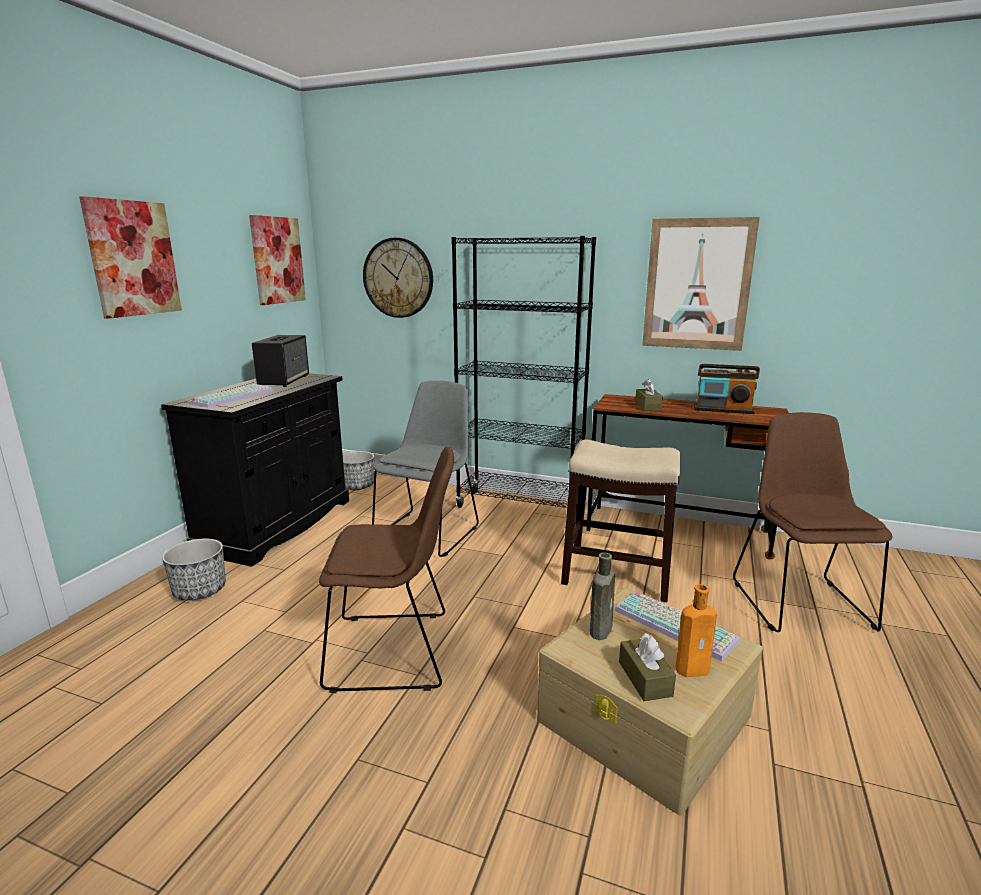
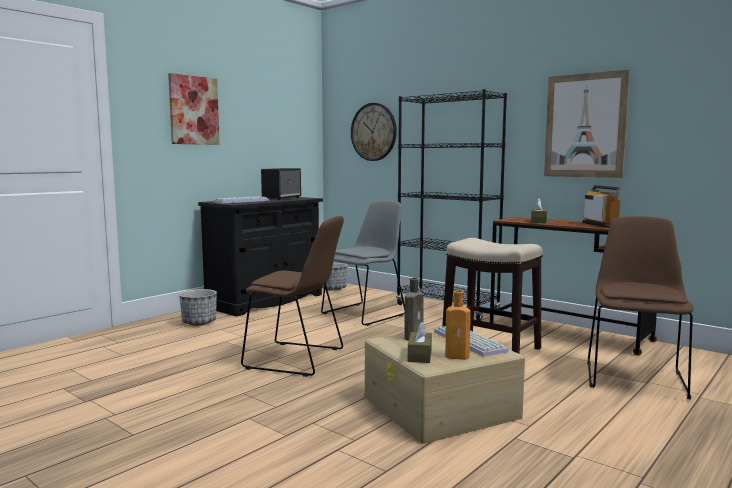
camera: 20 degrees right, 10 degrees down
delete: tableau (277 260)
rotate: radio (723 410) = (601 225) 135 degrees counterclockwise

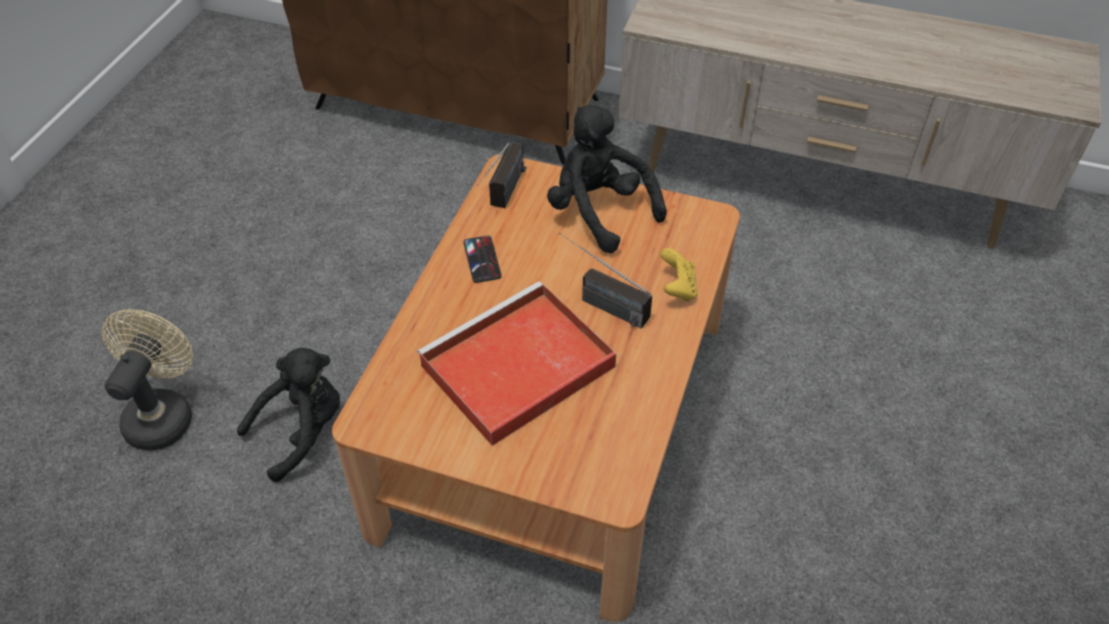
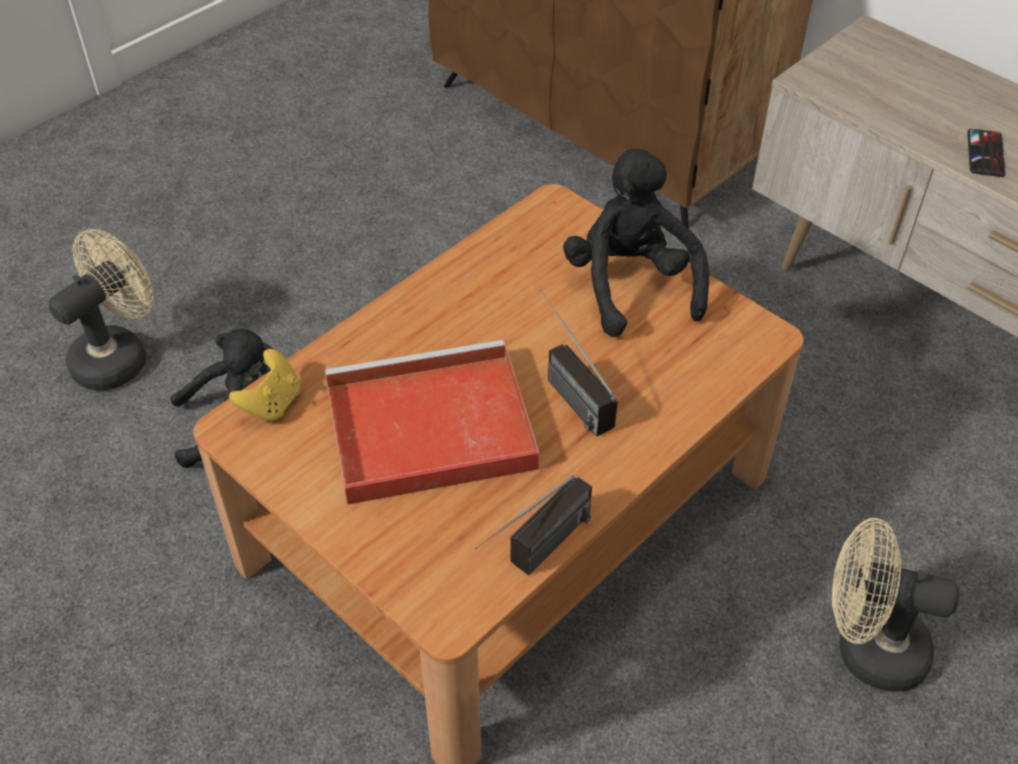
camera: 25 degrees right, 0 degrees up
insert: ventilateur (beige) (866 648)
move: radio (504 198) to (535 556); téléphone (482 259) to (985 153); manette (jaune) (677 289) to (272 403)

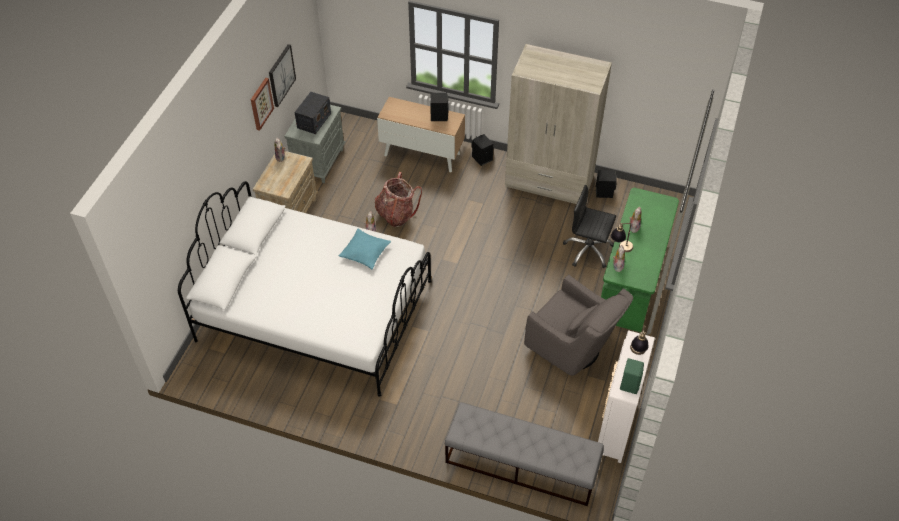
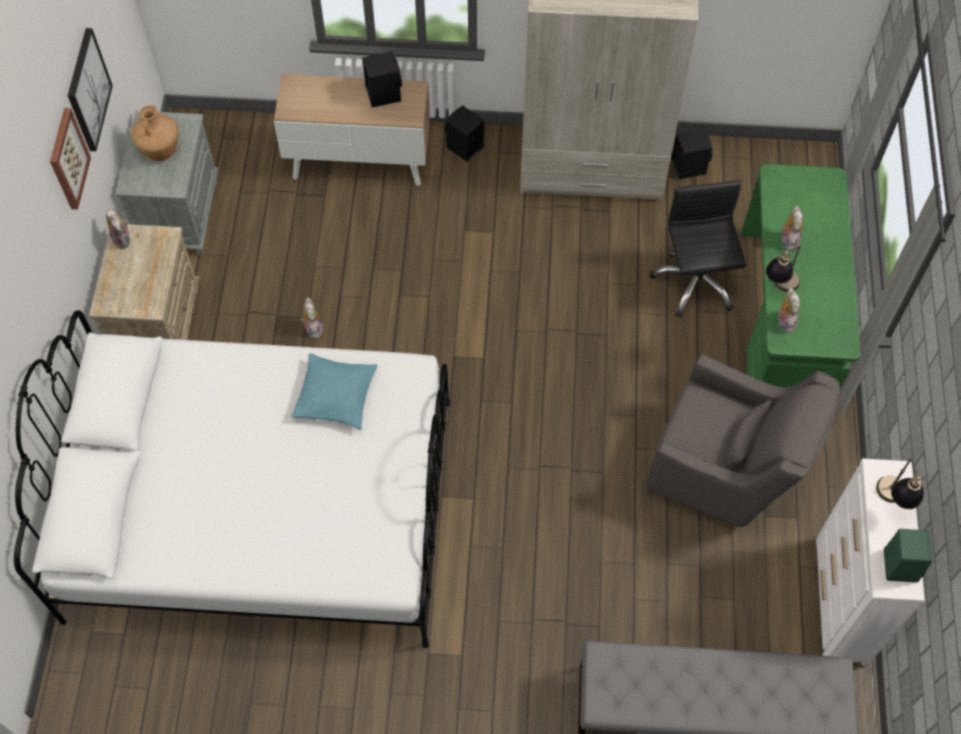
camera: 15 degrees left, 10 degrees up
delete: sac à dos (396 214)
replace: radio (314 120) to vase (marron) (161 152)
rotate: chaise de bureau (noir) (588 250) = (695 282) 75 degrees clockwise

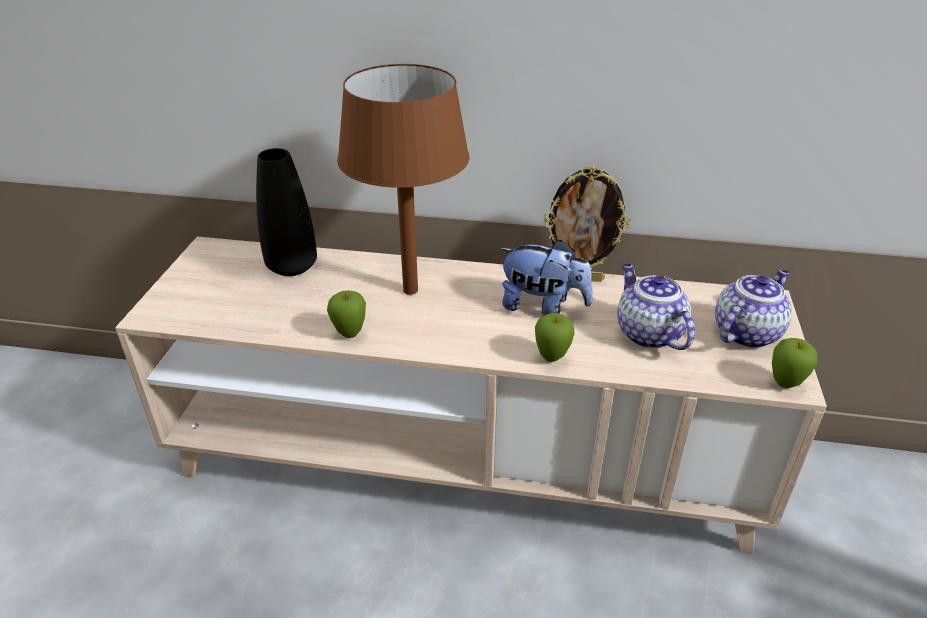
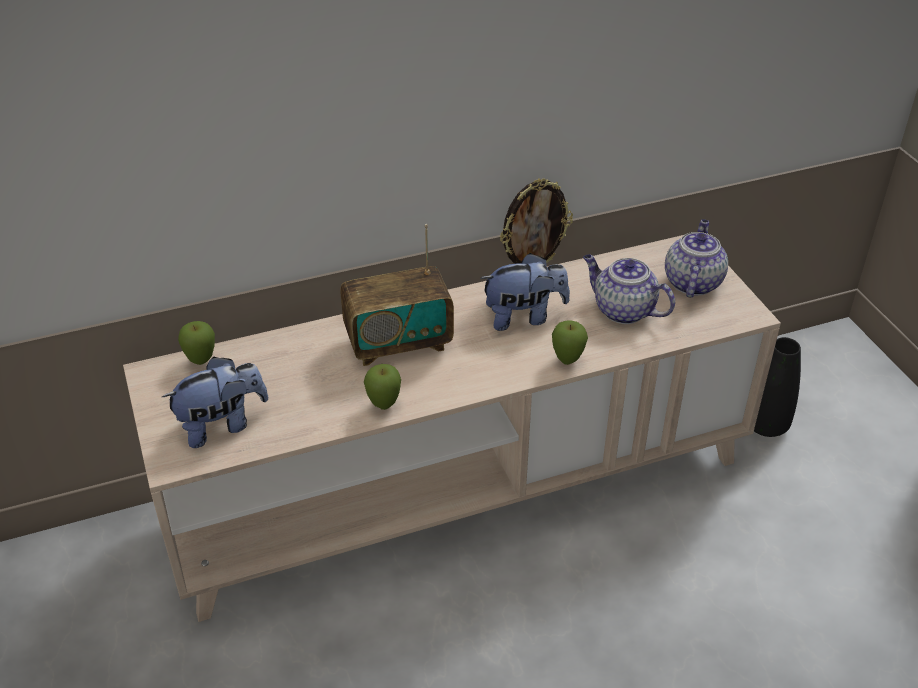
camera: 30 degrees left, 5 degrees up
insert: peluche (222 425)
move: vase (noir) (292 266) to (766 425); pomme (785 384) to (201 361)
replace: lampe de table (marron) (411 290) to radio (398 343)

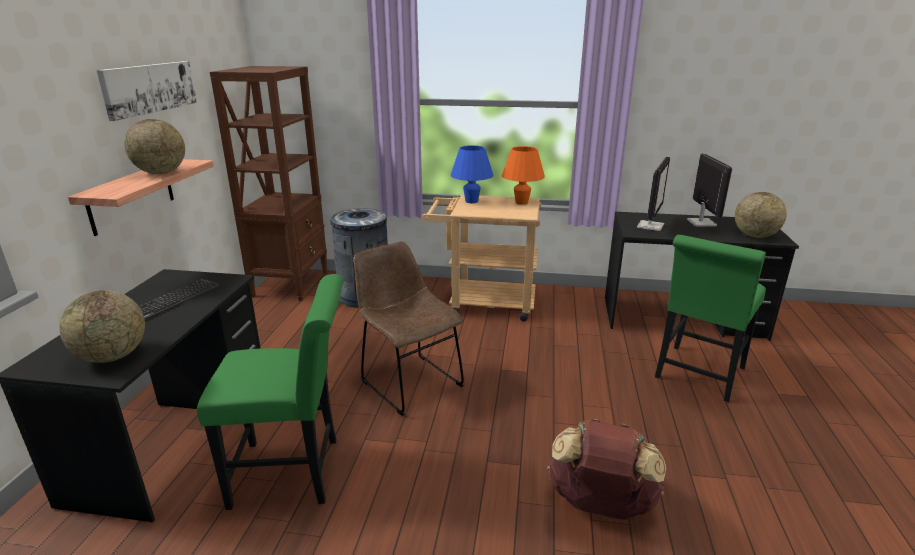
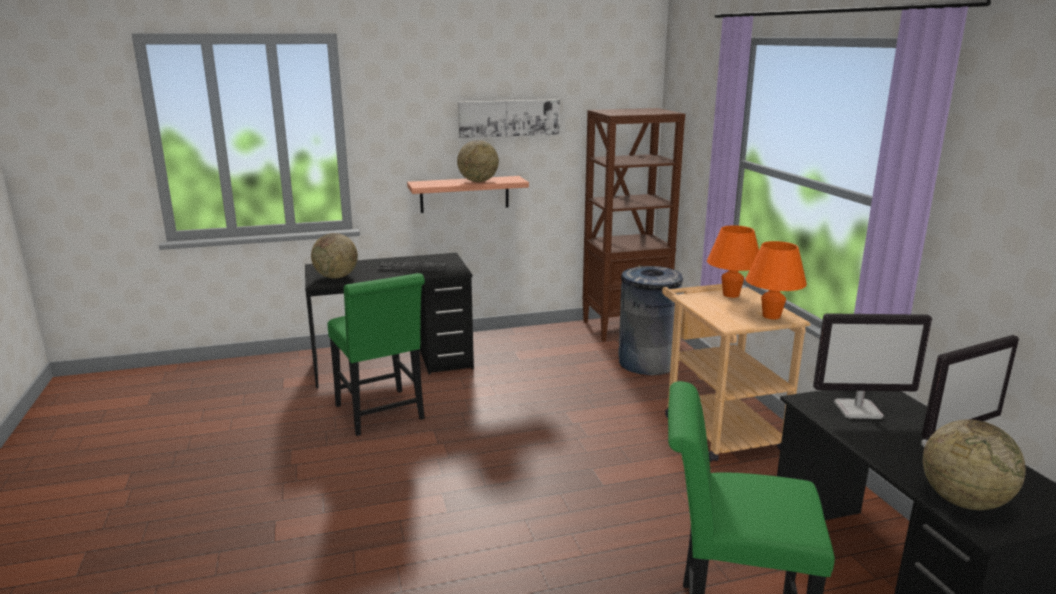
camera: 65 degrees right, 5 degrees down
delete: chaise (marron) (408 381); sac à dos (marron) (600 505)
recolor: lampe de table (bleu) (471 201) to lampe de table (orange) (731 295)

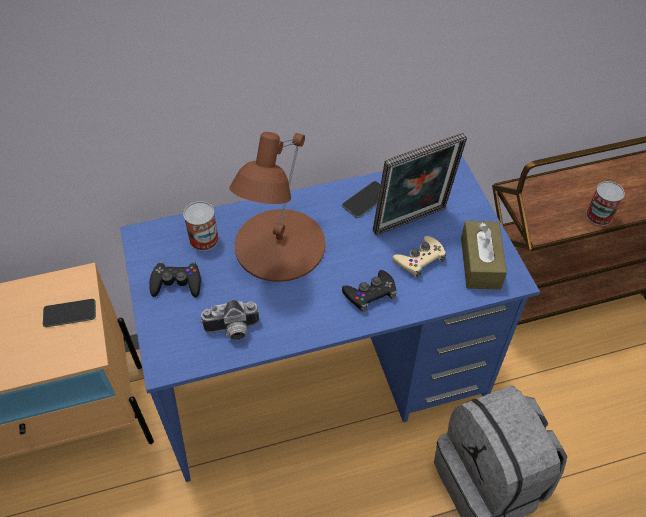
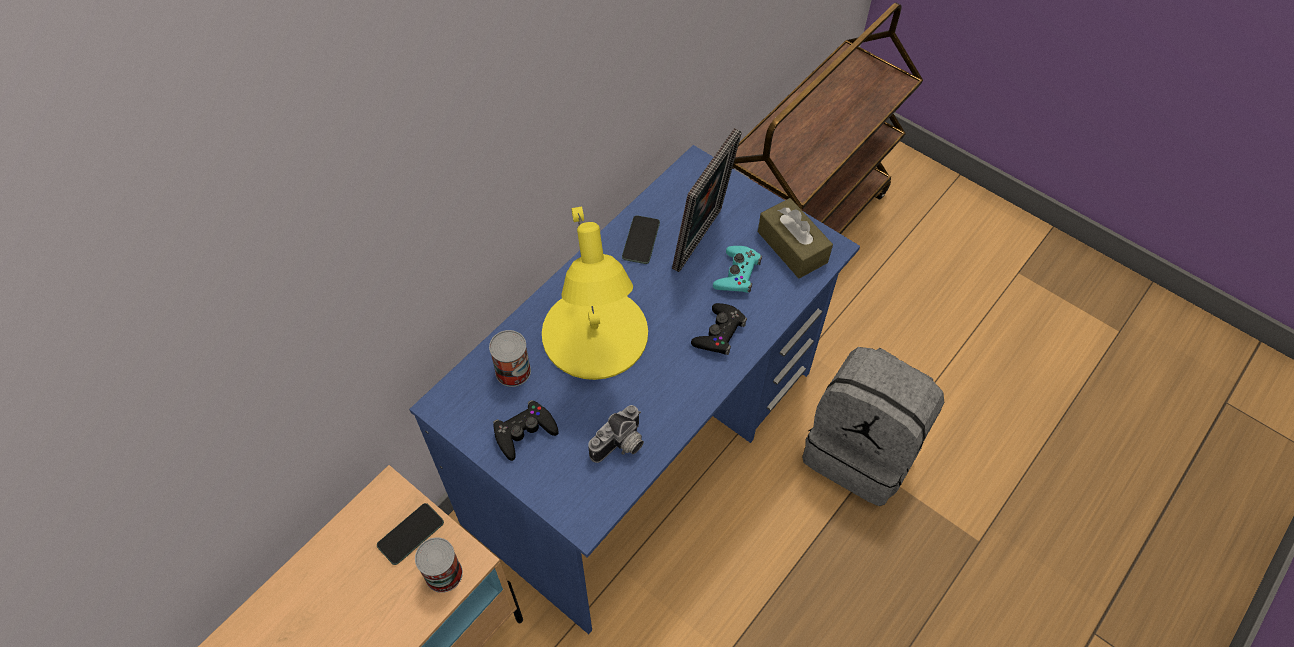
camera: 35 degrees left, 5 degrees up
move: boîte métallique (599 215) to (443 574)
recolor: lampe de table (marron) (278 246) to lampe de table (jaune) (594 335); manette (beige) (419 260) to manette (turquoise) (737 274)

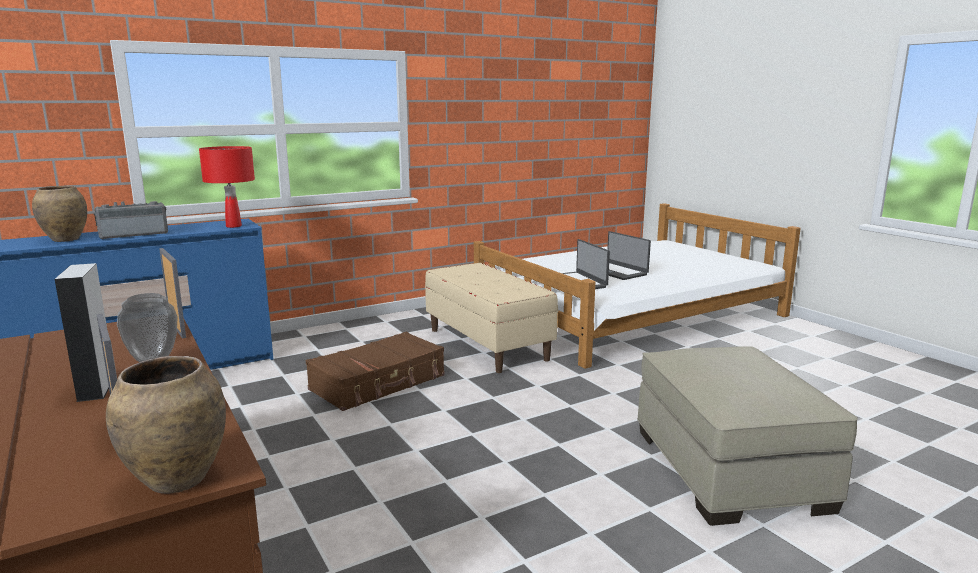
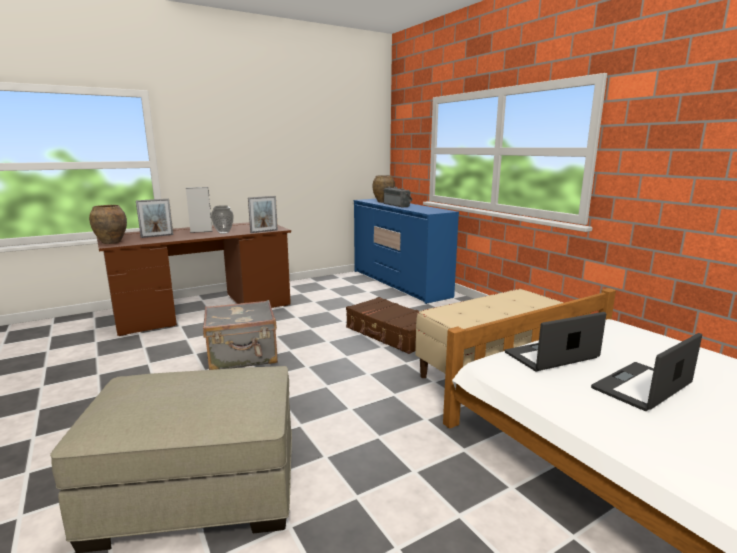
camera: 90 degrees right, 0 degrees up
delete: lampe de table (rouge) (233 226)
insert: valise (gris) (243 356)

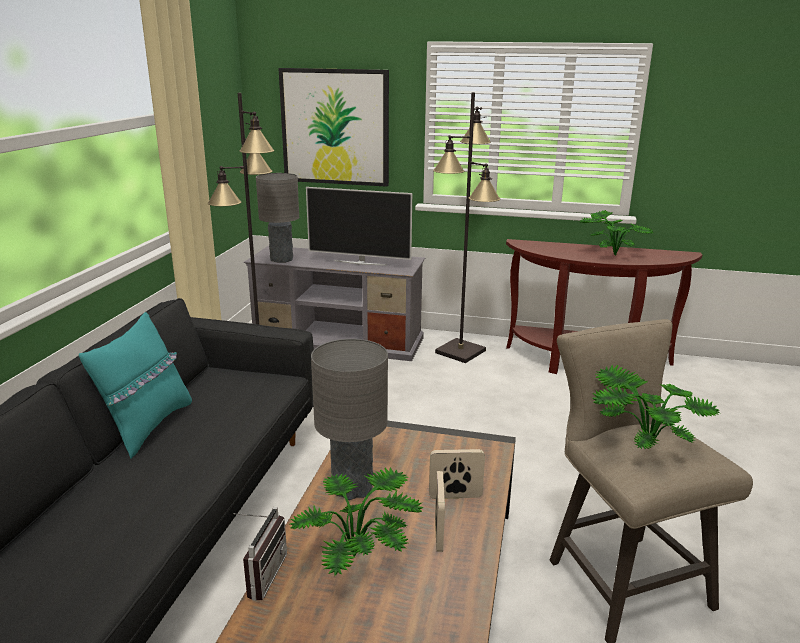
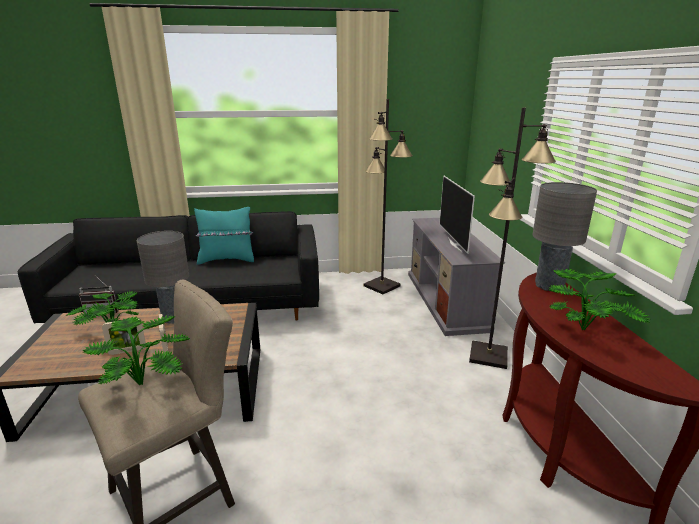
camera: 70 degrees right, 0 degrees up
delete: tableau (335 127)
move: lampe de table (gris) (281 259) to (549 286)

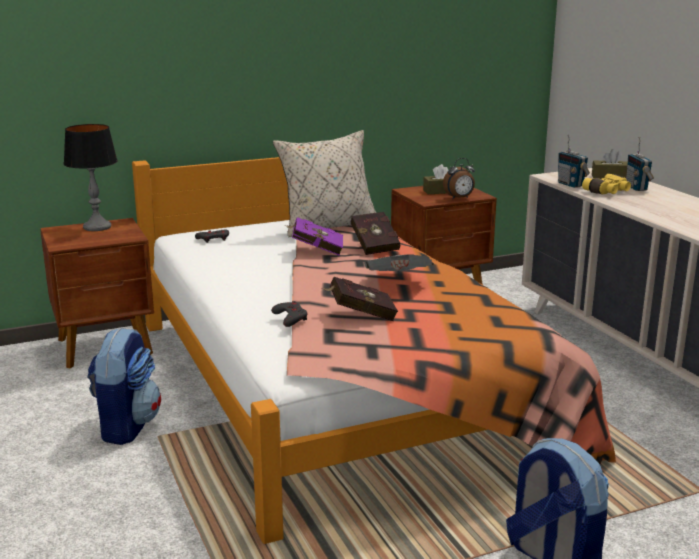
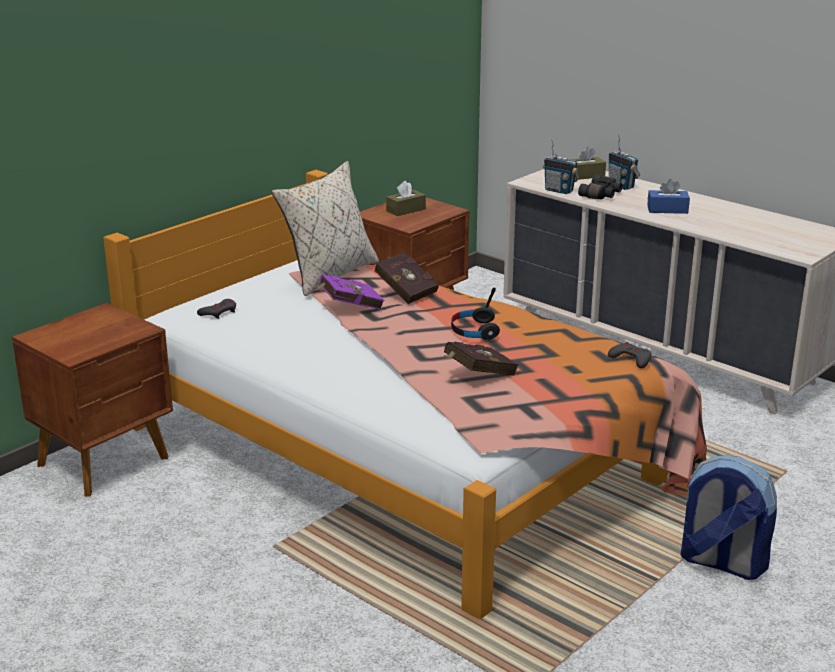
camera: 25 degrees left, 5 degrees up
delete: lampe de table (97 227); réveil (459 198); sac à dos (126 426)
insert: boîte à mouchoirs (bleu) (667 209)
move: manette (gris) (290 318) to (631 359)
replace: journal (397 282) to casque audio (noir) (474 331)
recolor: jumelles (jaune) (608 192) to jumelles (noir) (601 195)

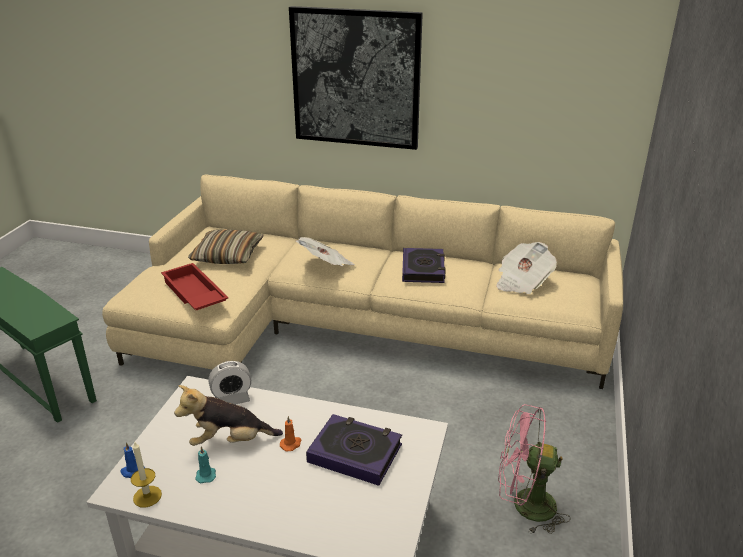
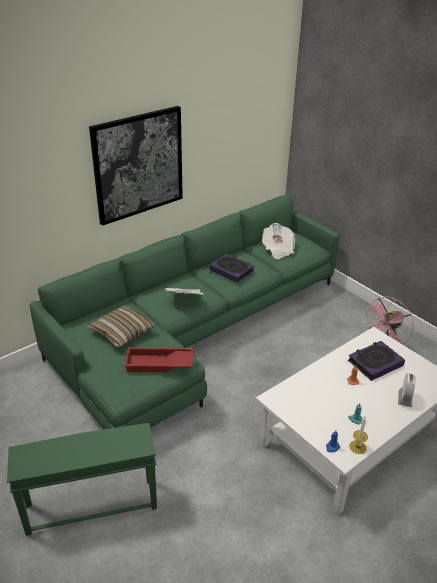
camera: 55 degrees left, 5 degrees up
delete: peluche (230 441)
move: réveil (232 399) to (405 399)
recolor: canapé (beige) (353 326) to canapé (vert) (192 332)

